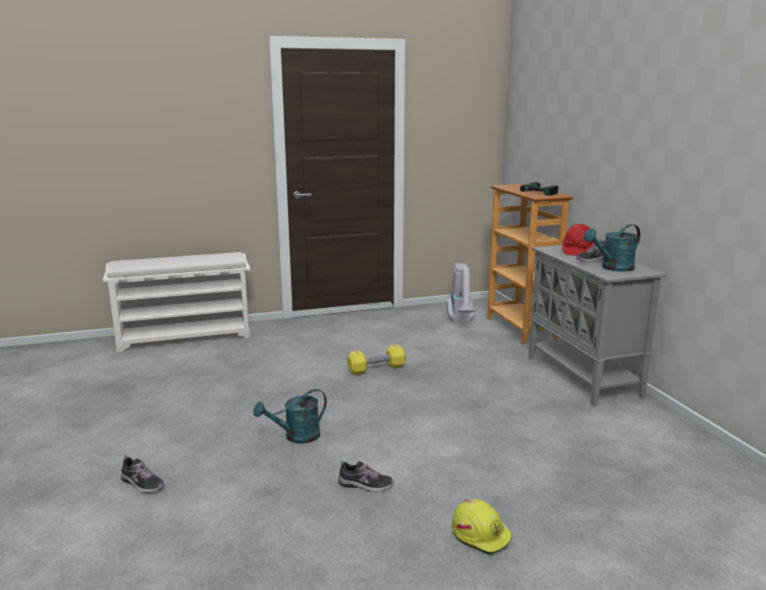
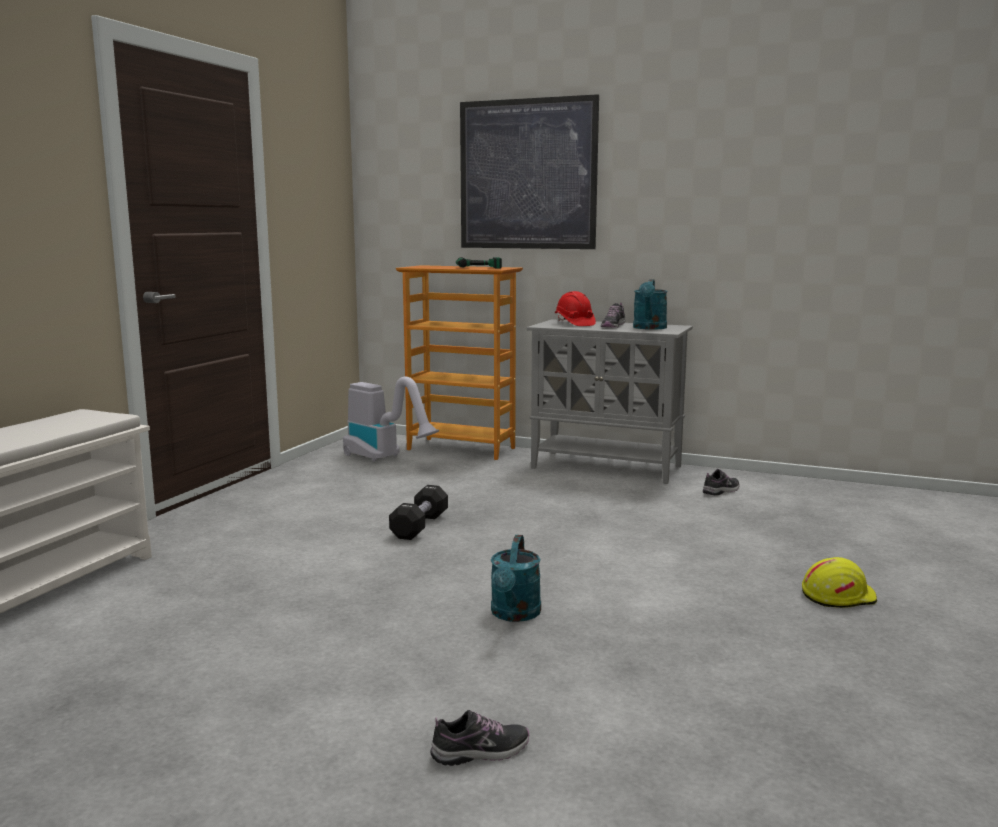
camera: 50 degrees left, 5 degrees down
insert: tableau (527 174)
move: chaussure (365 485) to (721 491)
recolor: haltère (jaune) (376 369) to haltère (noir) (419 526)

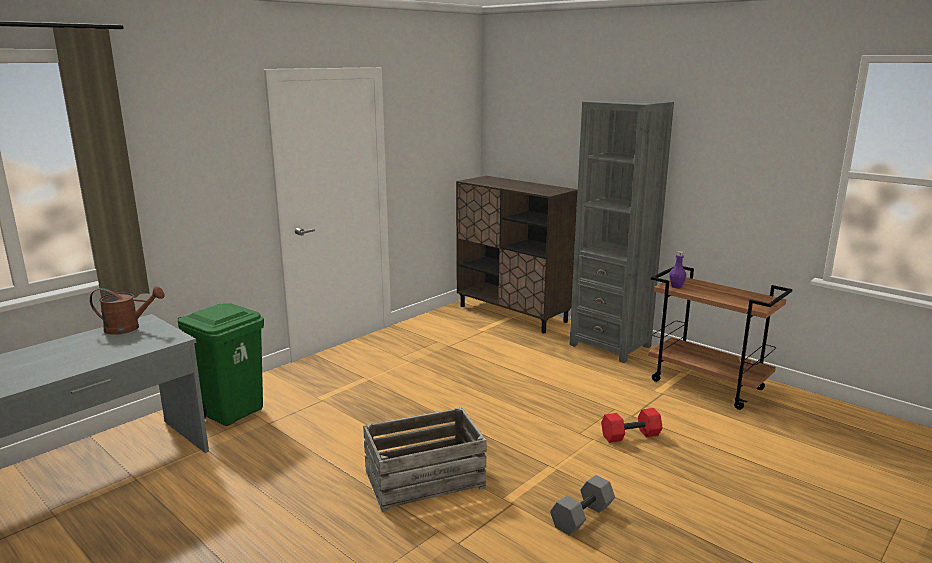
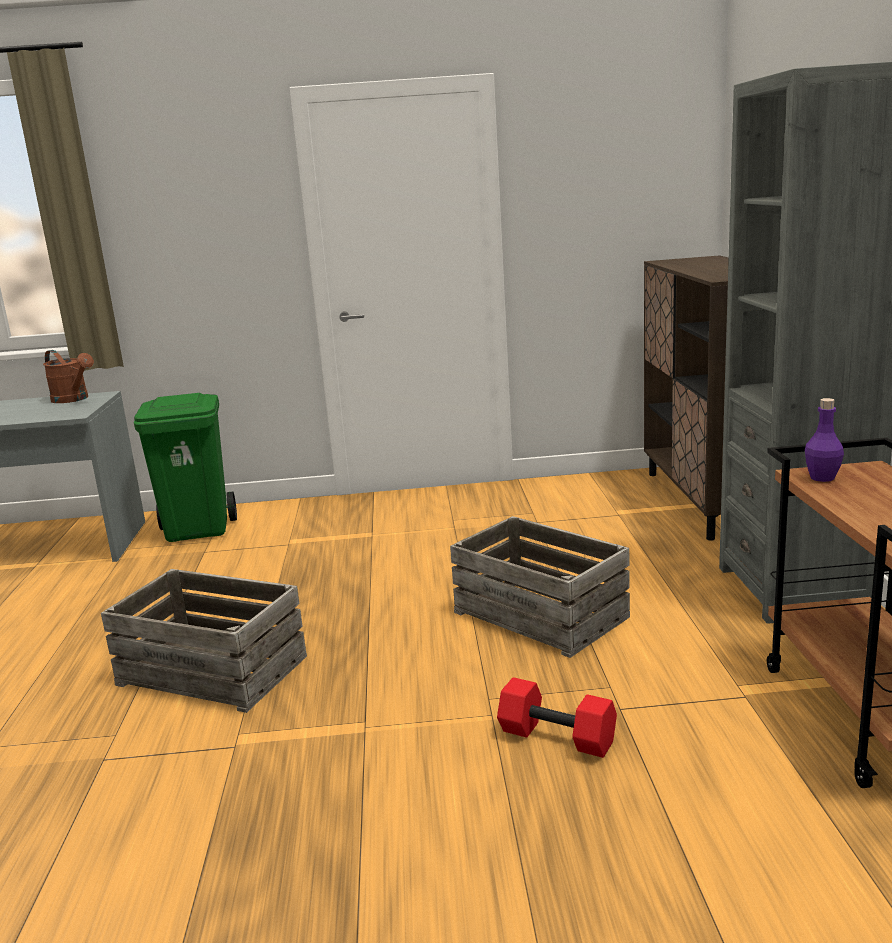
camera: 45 degrees right, 0 degrees up
delete: haltère (gris) (581 515)
insert: caisse (541 614)

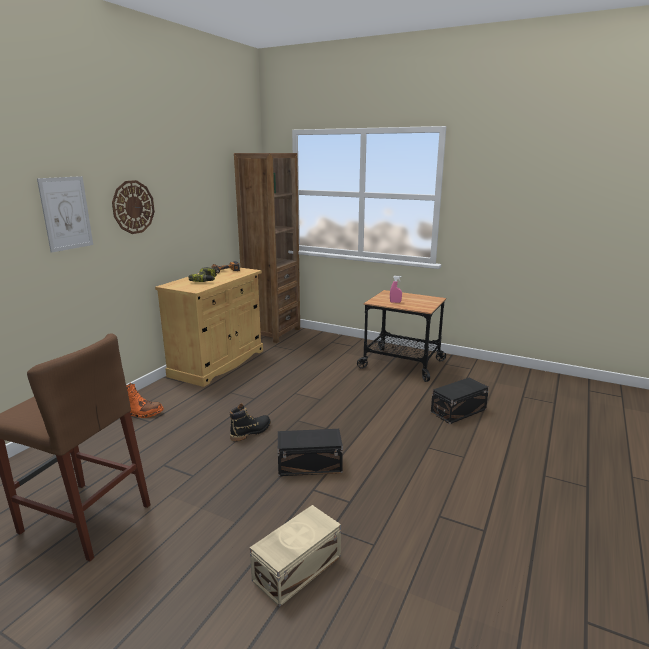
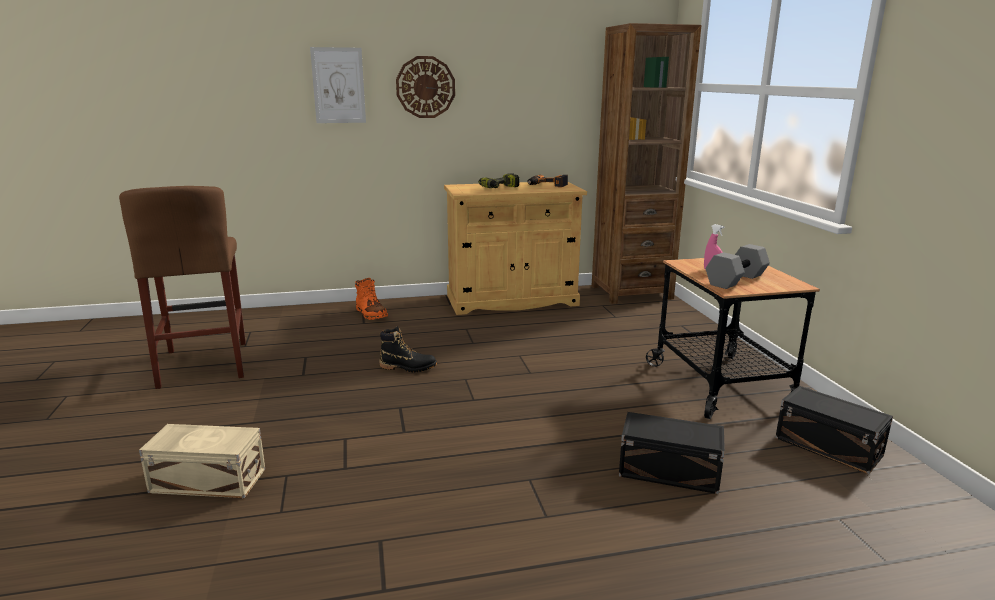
camera: 50 degrees right, 0 degrees up
insert: haltère (gris) (735 280)
move: boîte de rangement (noir) (308 464) to (827 445)

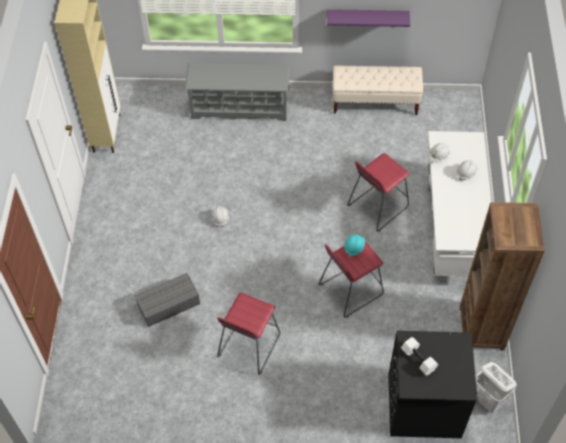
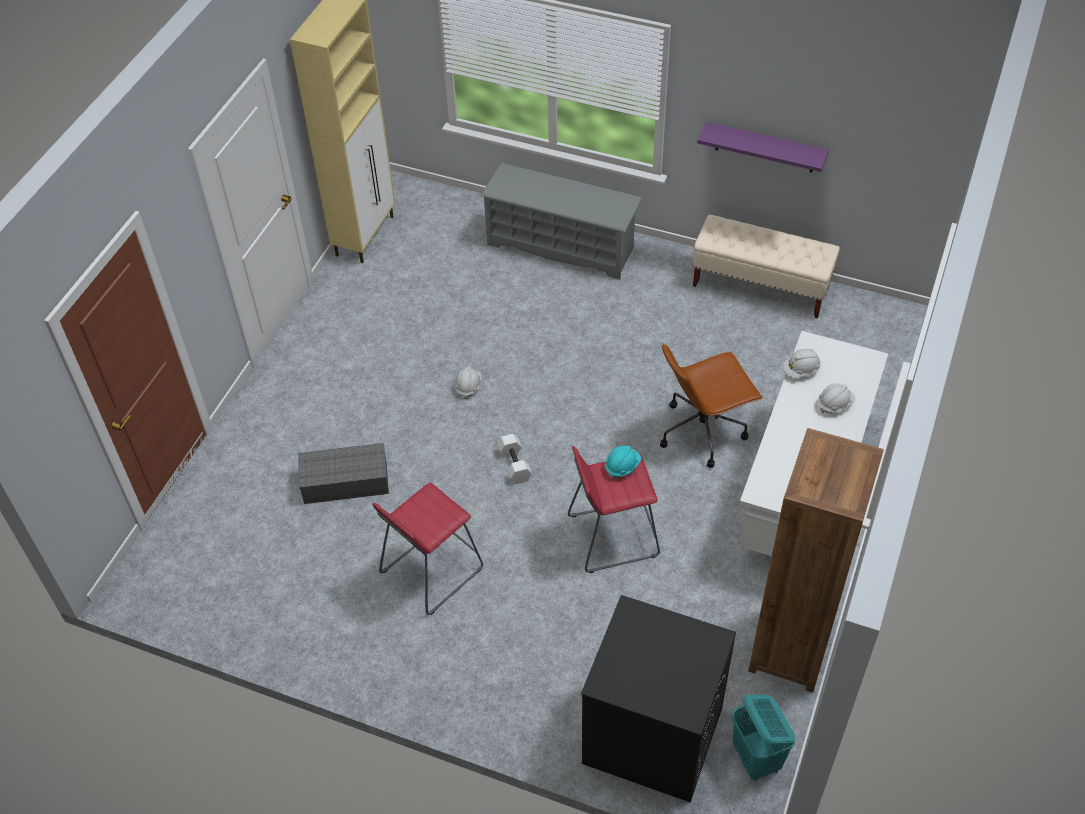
camera: 20 degrees right, 5 degrees down
move: haltère (blanc) (417 359) to (513 464)
replace: tabouret (rouge) (377 207) to chaise de bureau (marron) (703 431)
recolor: panier à linge (blanc) (488 400) to panier à linge (turquoise) (756 759)

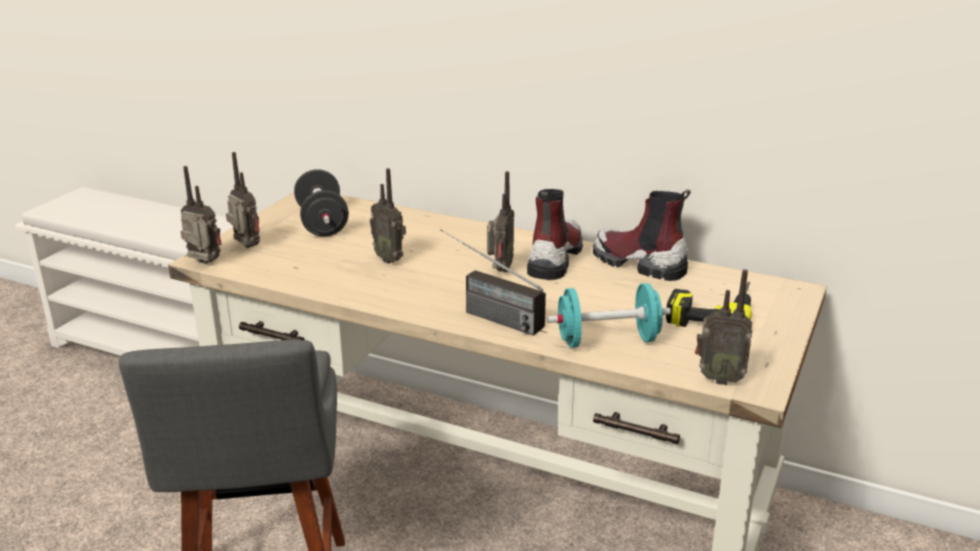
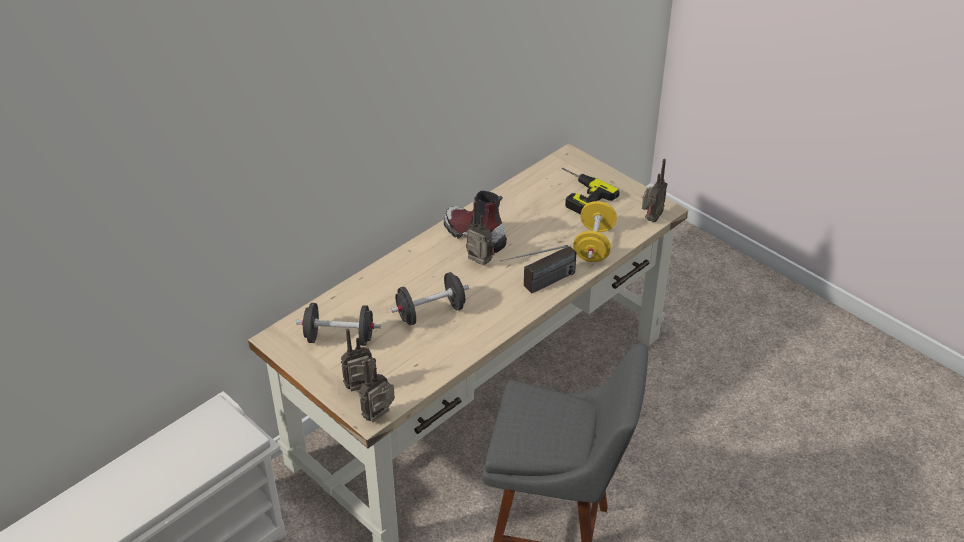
camera: 70 degrees left, 15 degrees up
delete: botte (638 263)
replace: radio (390 259) to haltère (noir) (430 312)
recolor: haltère (turquoise) (607 340) to haltère (jaune) (594 245)

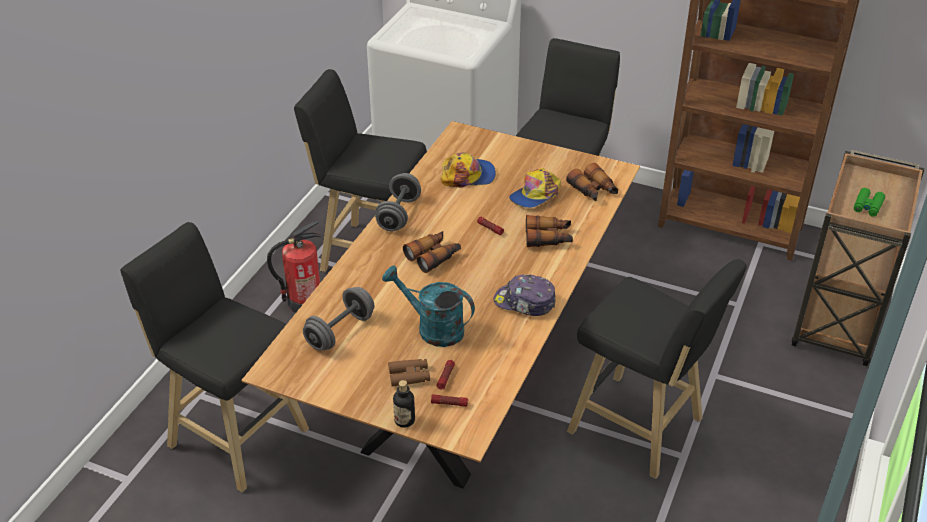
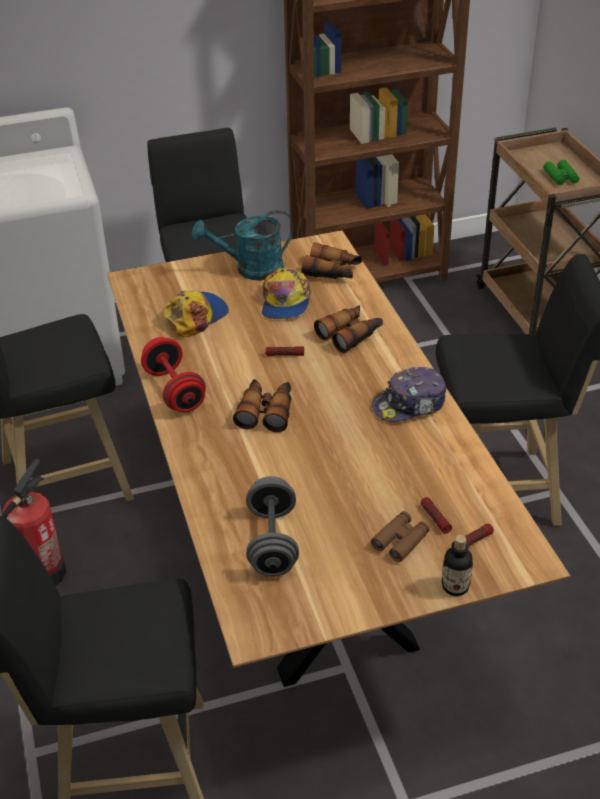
camera: 40 degrees left, 0 degrees up
move: arrosoir (turquoise) (432 328) to (250 269)
recolor: haltère (gris) (398 214) to haltère (rouge) (174 390)

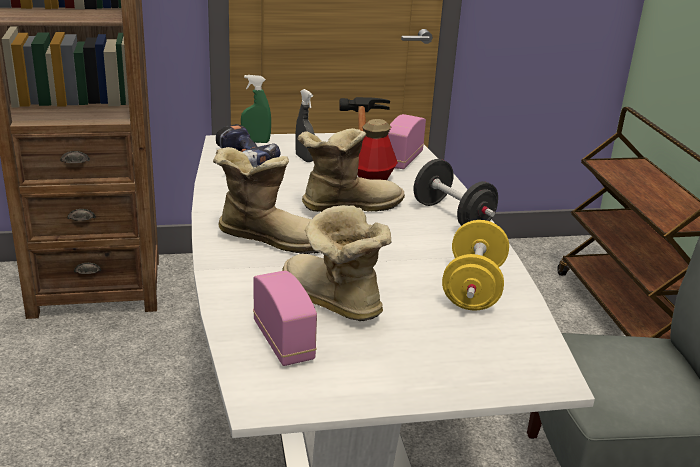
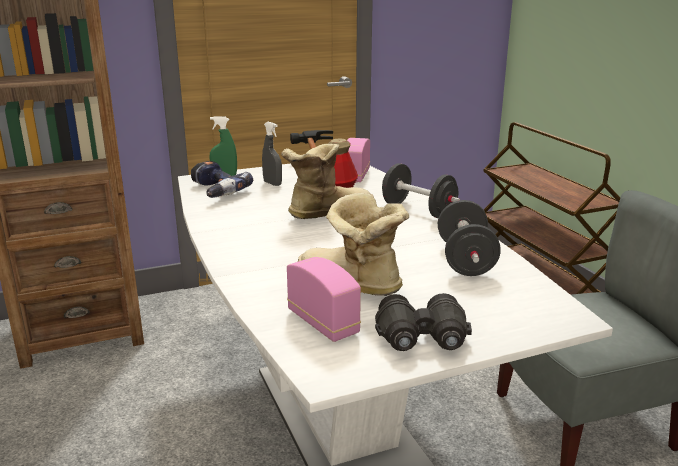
camera: 10 degrees left, 5 degrees down
delete: botte (271 237)
insert: jumelles (noir) (422 340)
recolor: haltère (jaune) (473 288) to haltère (noir) (465 260)

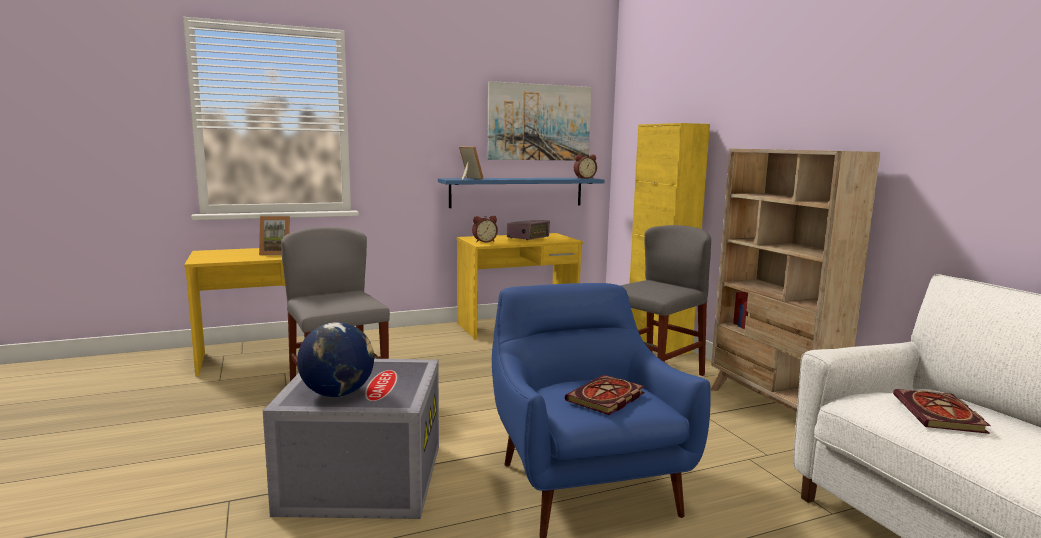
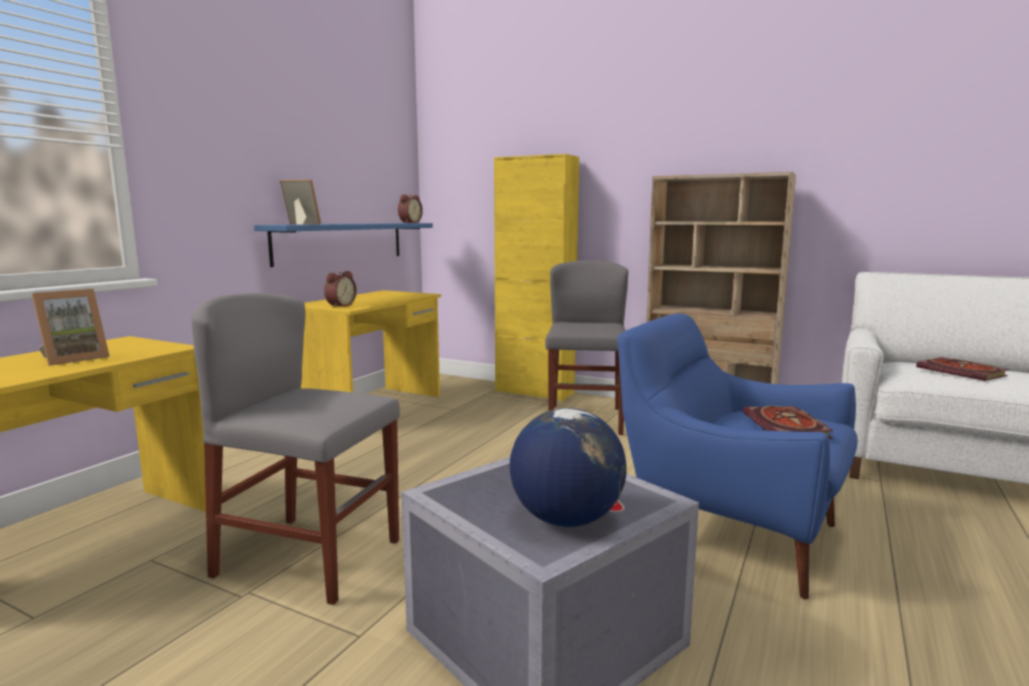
camera: 40 degrees left, 0 degrees up
delete: tableau (539 122); radio (528 238)

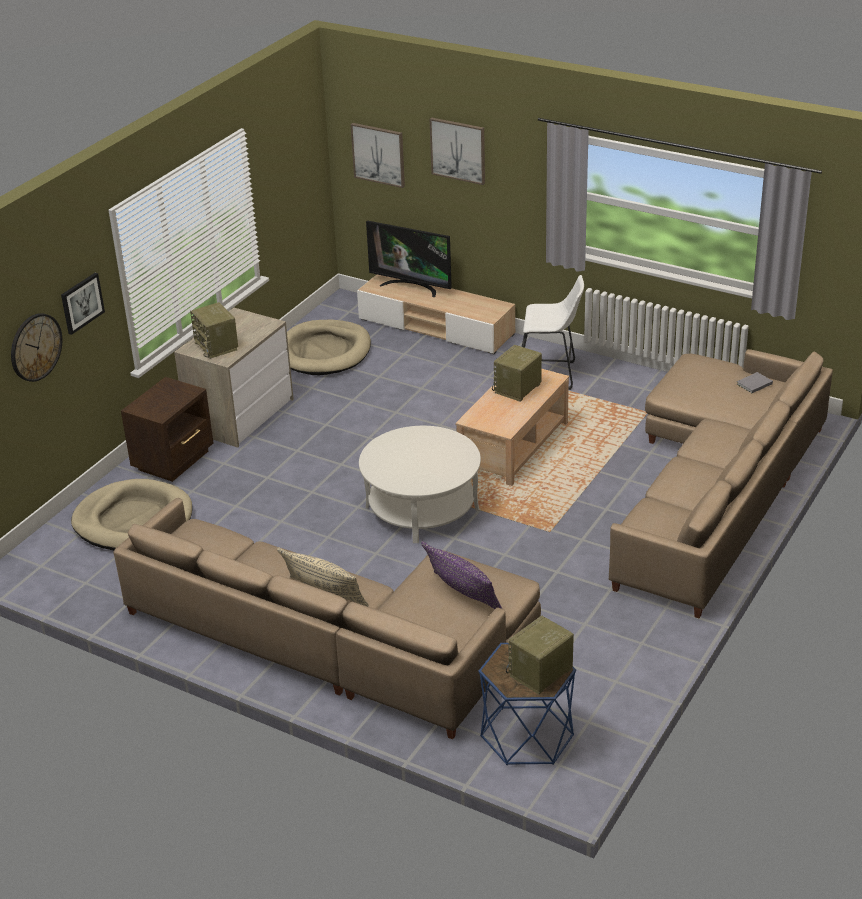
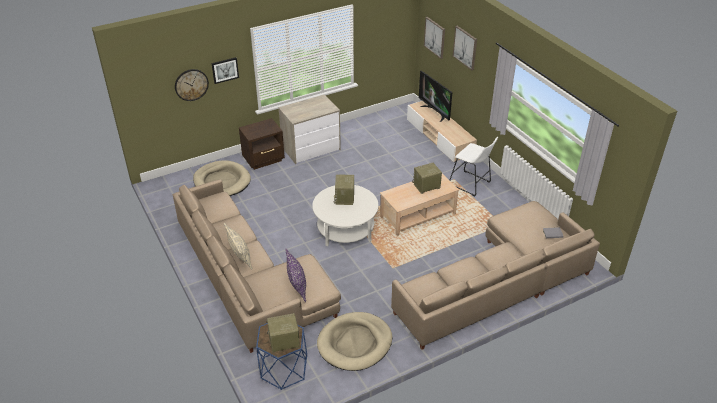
camera: 30 degrees right, 5 degrees up
move: radio (217 346) to (345 198); panier pour chien (beige) (324 352) to (355 343)

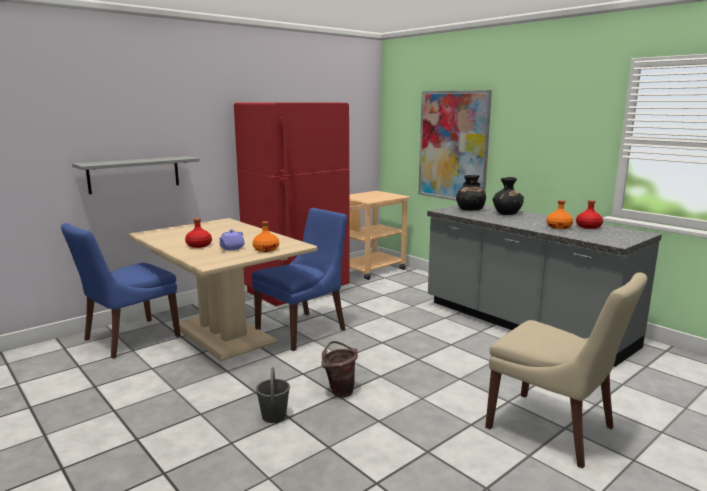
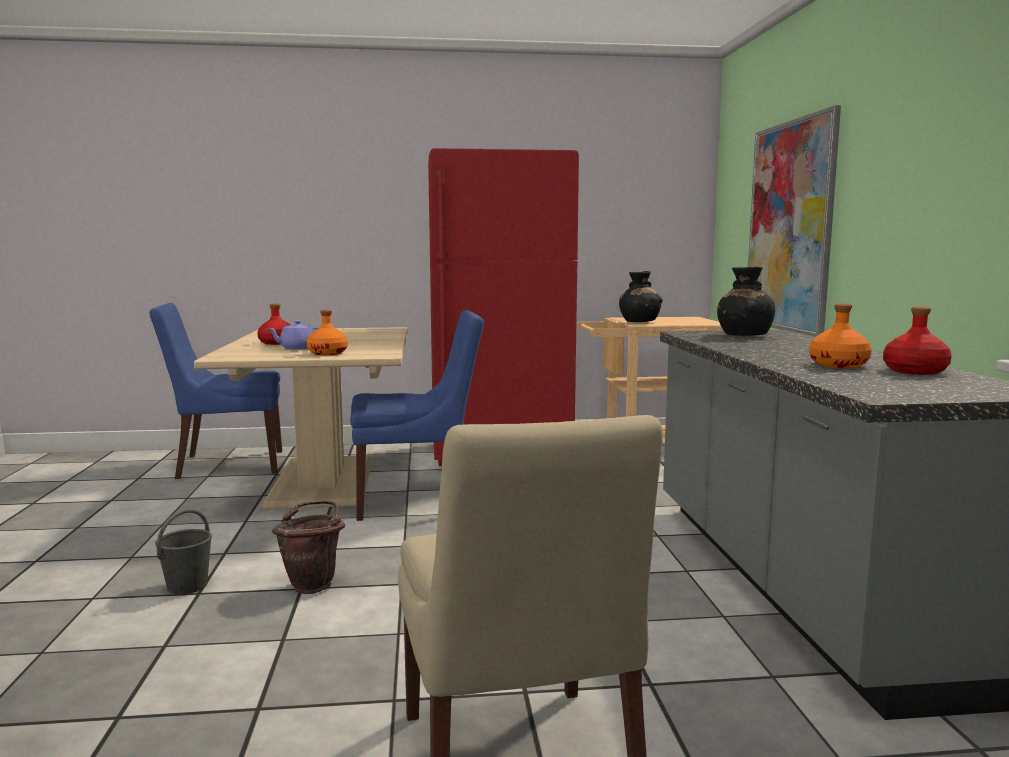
camera: 35 degrees right, 5 degrees down
delete: étagère (gris) (134 174)
move: vase (noir) (507 213) to (639 321)

